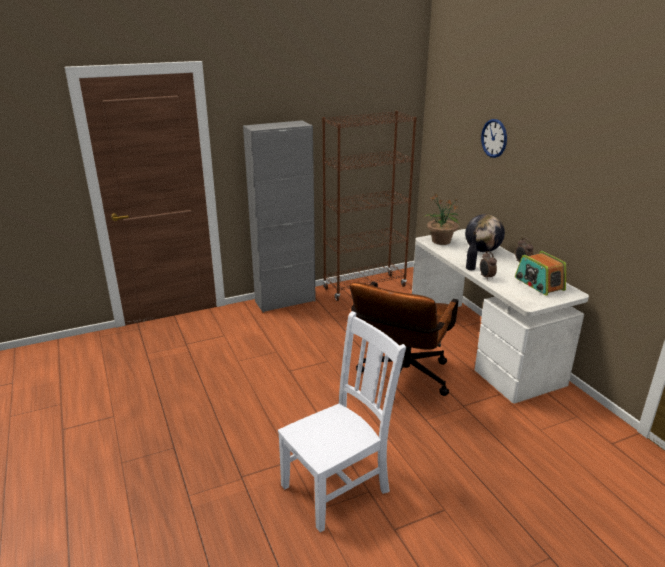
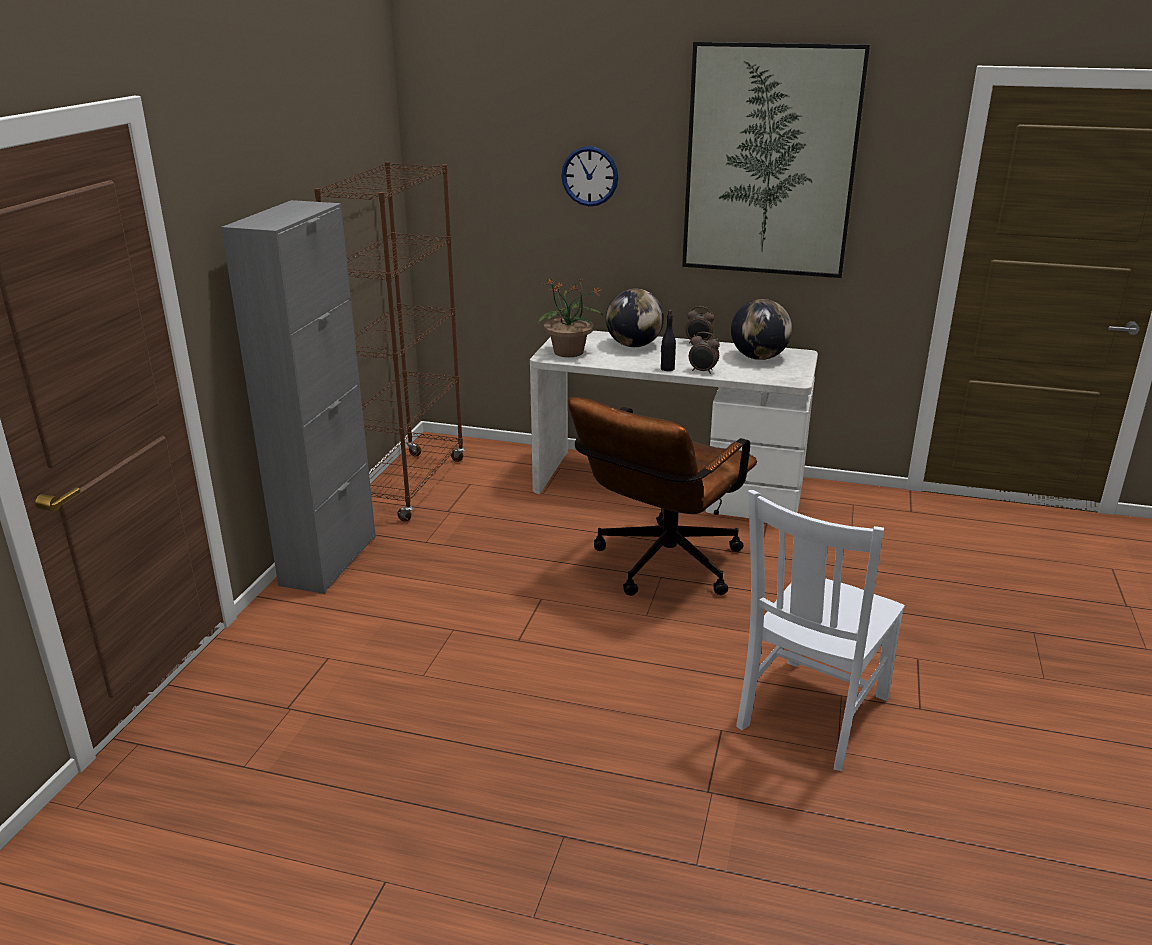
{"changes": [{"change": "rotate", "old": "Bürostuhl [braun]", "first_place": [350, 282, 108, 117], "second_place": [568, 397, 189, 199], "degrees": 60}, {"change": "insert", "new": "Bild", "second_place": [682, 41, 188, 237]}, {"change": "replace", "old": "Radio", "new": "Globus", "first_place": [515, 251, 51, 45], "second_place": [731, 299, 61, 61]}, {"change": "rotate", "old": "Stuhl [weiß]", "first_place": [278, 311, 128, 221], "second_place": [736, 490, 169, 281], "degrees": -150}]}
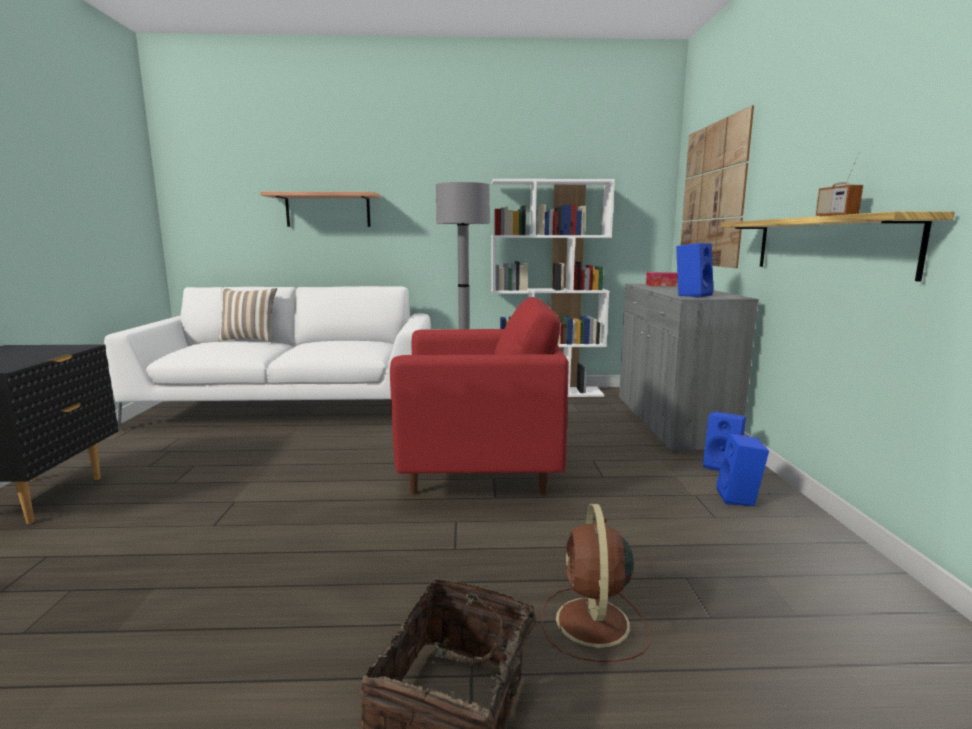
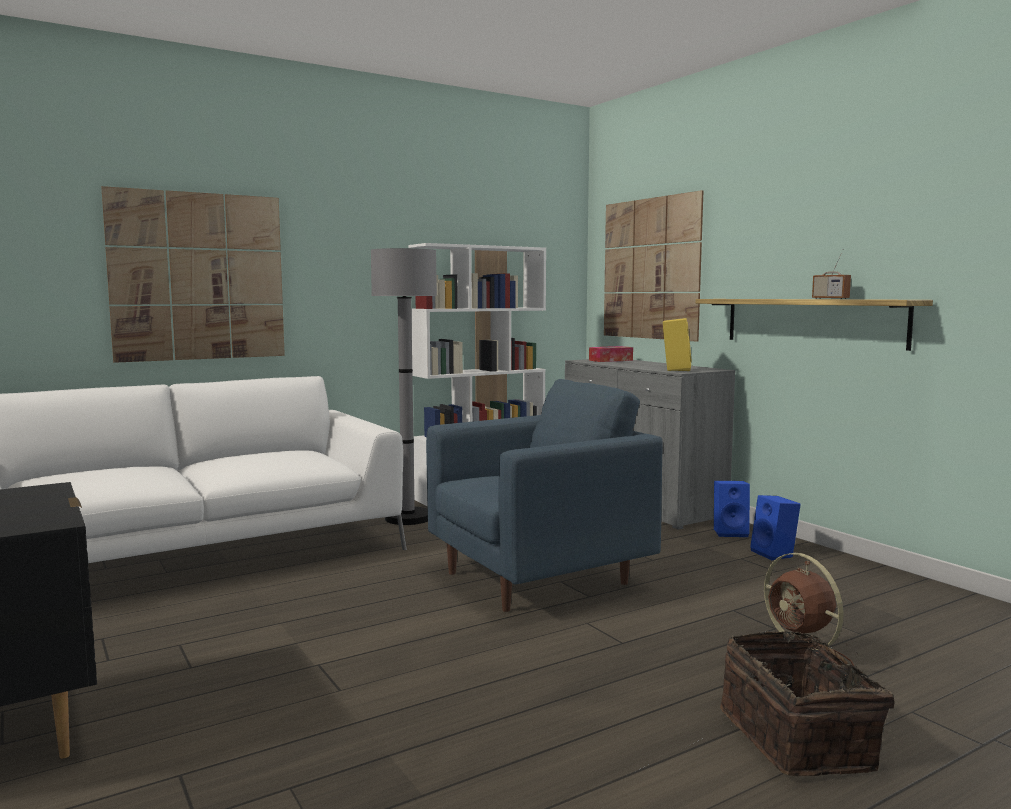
{"changes": [{"change": "replace", "old": "Wandregal", "new": "Bild", "first_place": [260, 192, 121, 35], "second_place": [101, 186, 184, 177]}, {"change": "recolor", "old": "Sessel [rot]", "new": "Sessel [blau]", "first_place": [390, 297, 179, 198], "second_place": [426, 379, 237, 233]}, {"change": "recolor", "old": "Lautsprecher [blau]", "new": "Lautsprecher [gelb]", "first_place": [676, 243, 37, 55], "second_place": [662, 318, 29, 53]}, {"change": "delete", "old": "Kissen", "first_place": [218, 288, 59, 54]}]}
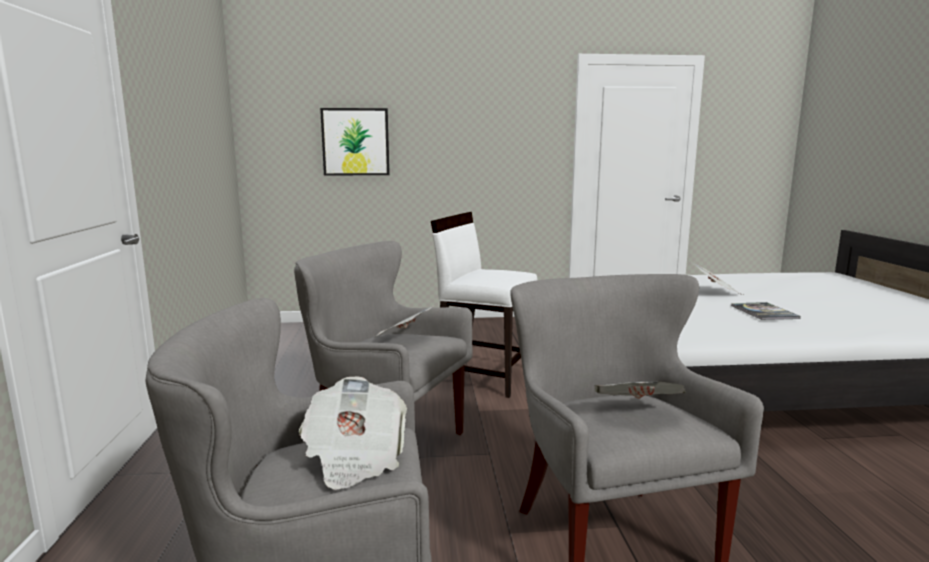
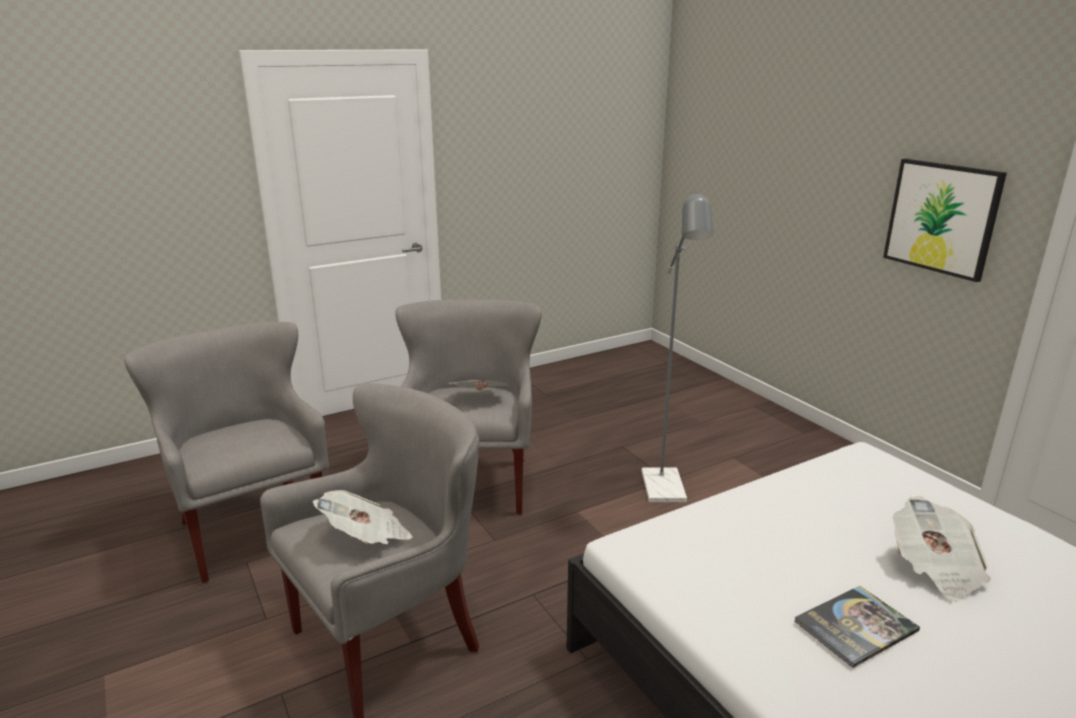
{"changes": [{"change": "replace", "old": "Stuhl [weiß]", "new": "Stehlampe [grau]", "first_place": [431, 212, 107, 186], "second_place": [641, 190, 72, 312]}, {"change": "move", "old": "Bild", "first_place": [320, 108, 70, 67], "second_place": [883, 159, 124, 123]}, {"change": "delete", "old": "Zeitung", "first_place": [299, 376, 108, 114]}]}
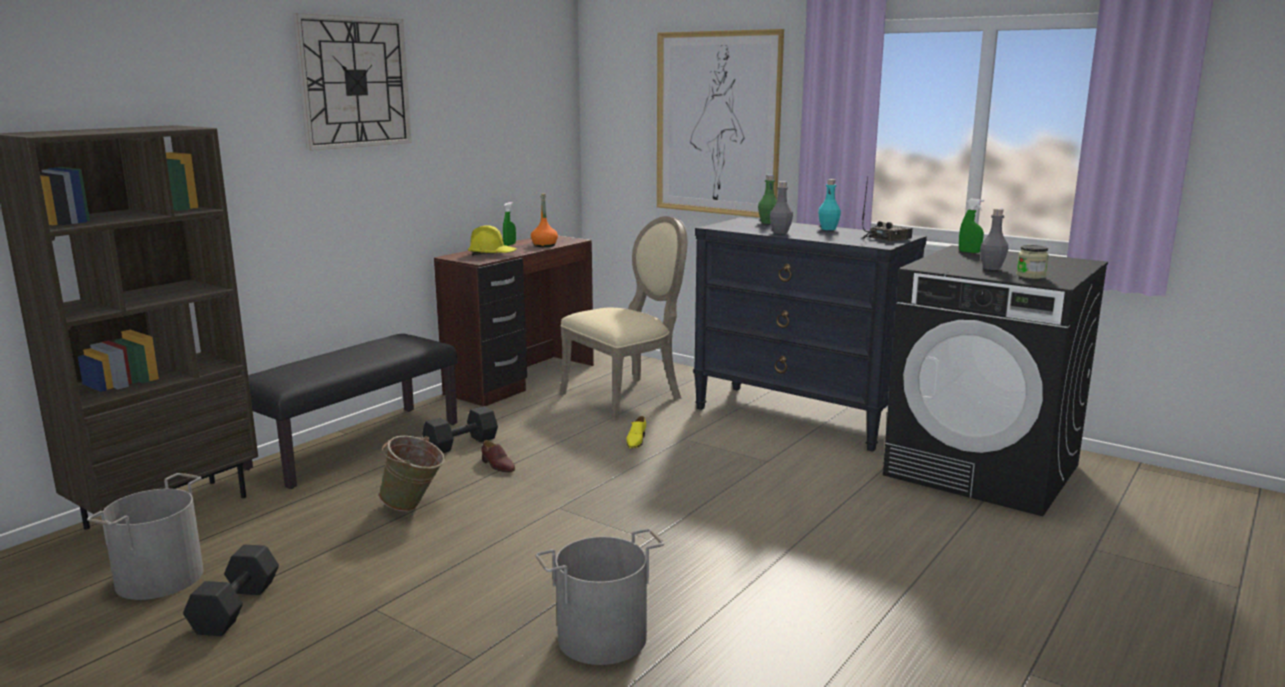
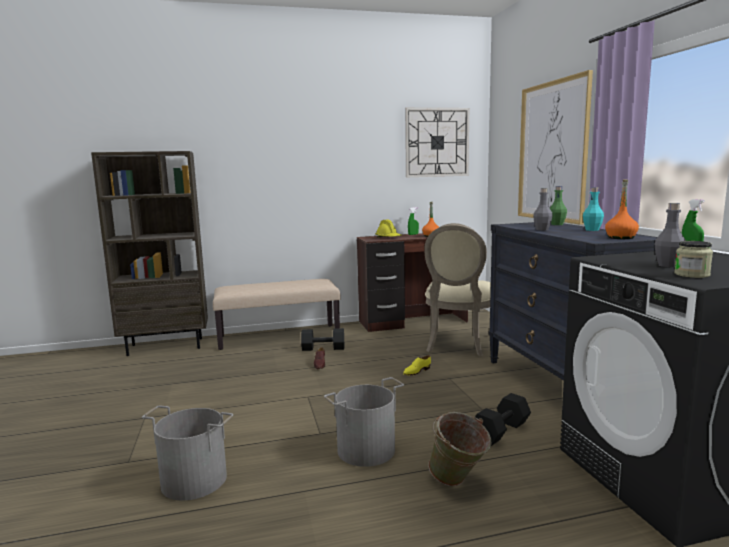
{"changes": [{"change": "recolor", "old": "Bank [schwarz]", "new": "Bank [beige]", "first_place": [243, 333, 214, 156], "second_place": [213, 279, 128, 71]}, {"change": "move", "old": "Eimer [grau]", "first_place": [87, 473, 116, 127], "second_place": [324, 377, 80, 90]}, {"change": "move", "old": "Wanduhr", "first_place": [293, 13, 119, 138], "second_place": [405, 108, 64, 69]}, {"change": "rotate", "old": "Stuhl [beige]", "first_place": [560, 216, 127, 205], "second_place": [424, 223, 67, 133], "degrees": 105}, {"change": "move", "old": "Eimer [grün]", "first_place": [379, 436, 66, 75], "second_place": [428, 412, 64, 74]}, {"change": "move", "old": "Hantel [schwarz]", "first_place": [183, 545, 96, 91], "second_place": [475, 393, 56, 53]}, {"change": "replace", "old": "Radio", "new": "Flasche [orange]", "first_place": [862, 177, 50, 64], "second_place": [605, 179, 34, 60]}]}
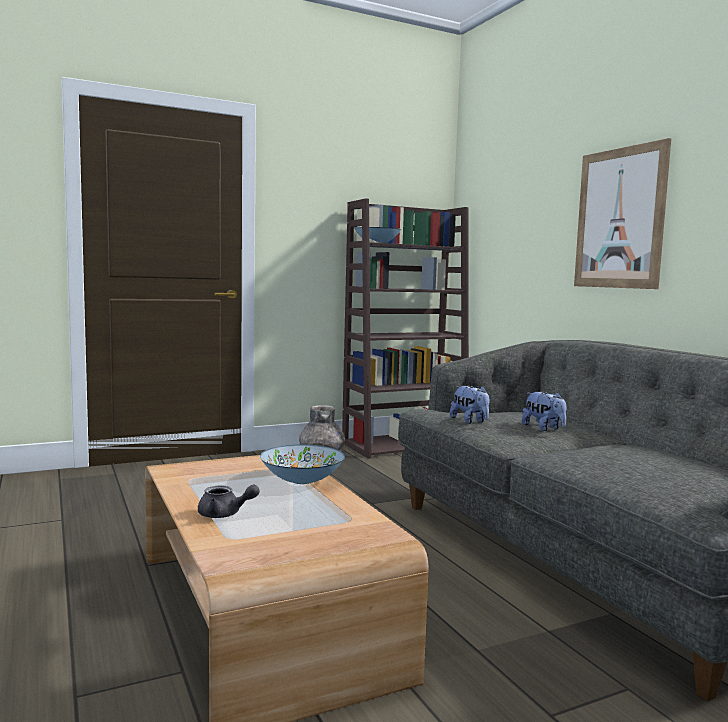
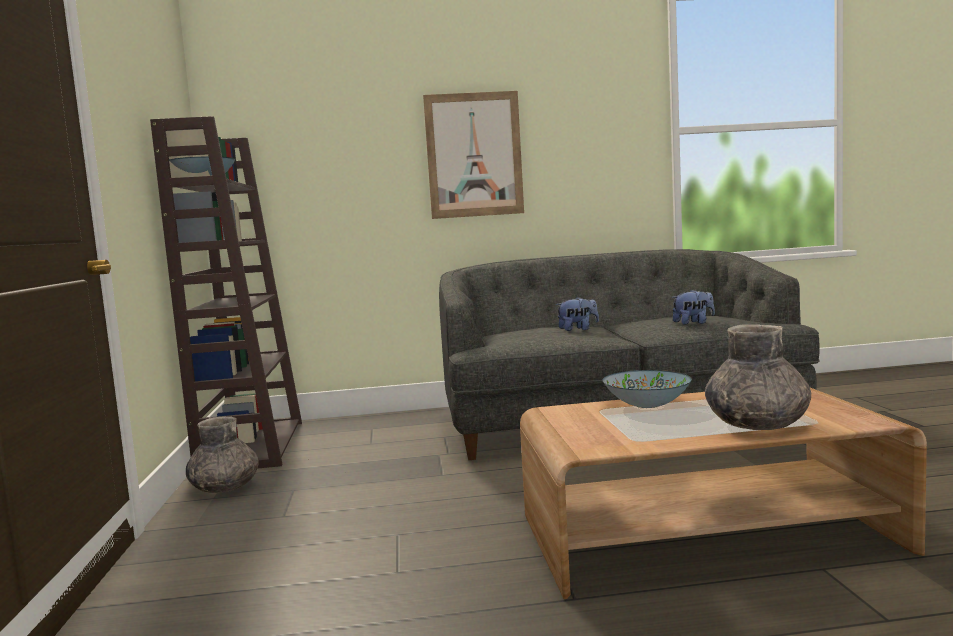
{"changes": [{"change": "move", "old": "Plüschtier", "first_place": [450, 385, 40, 39], "second_place": [672, 289, 43, 36]}, {"change": "replace", "old": "Teekanne [grau]", "new": "Vase [grau]", "first_place": [198, 485, 62, 33], "second_place": [705, 324, 106, 106]}]}
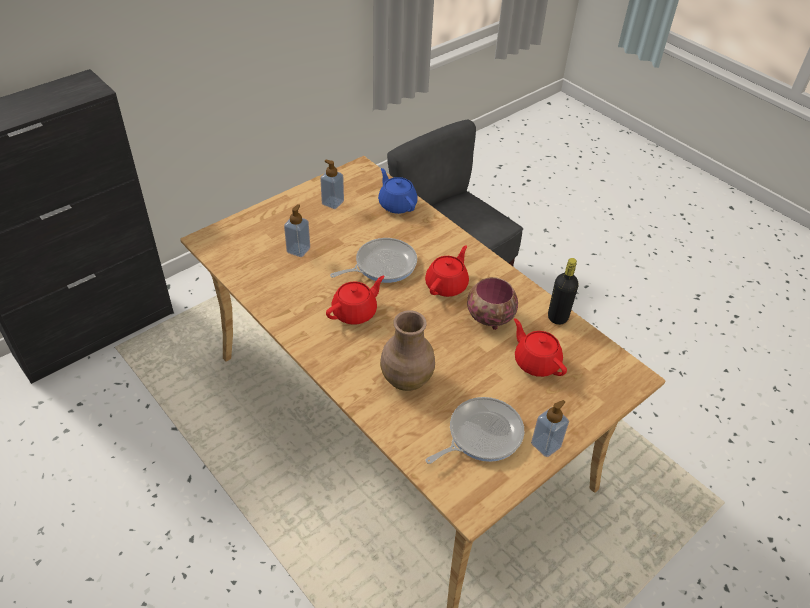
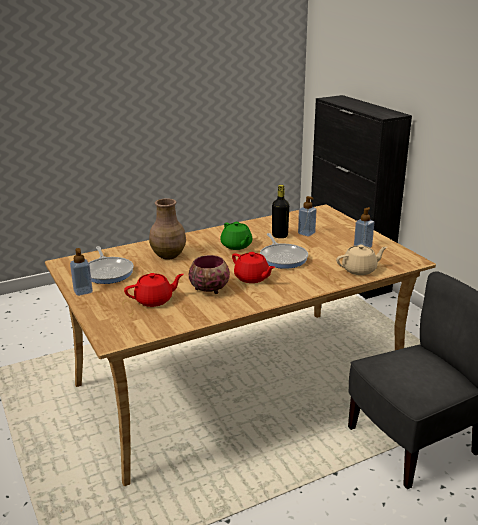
{"changes": [{"change": "recolor", "old": "Teekanne [rot]", "new": "Teekanne [grün]", "first_place": [326, 276, 59, 49], "second_place": [220, 222, 32, 28]}, {"change": "move", "old": "Flasche [schwarz]", "first_place": [548, 258, 31, 67], "second_place": [272, 185, 17, 53]}, {"change": "recolor", "old": "Teekanne [blau]", "new": "Teekanne [beige]", "first_place": [378, 168, 40, 46], "second_place": [336, 245, 51, 30]}]}
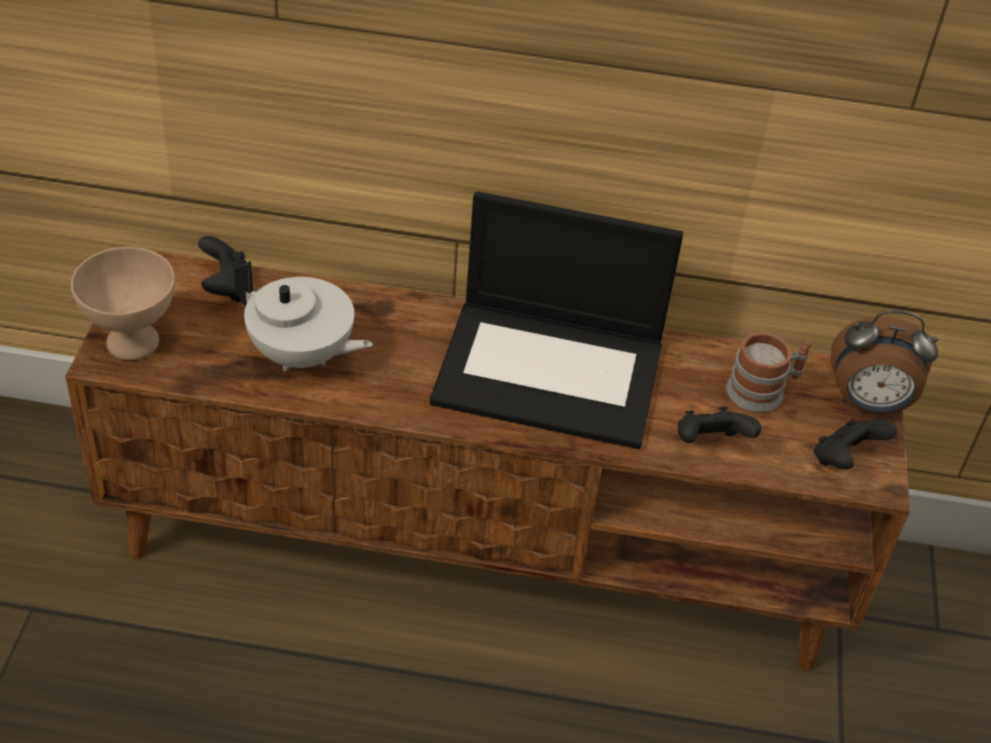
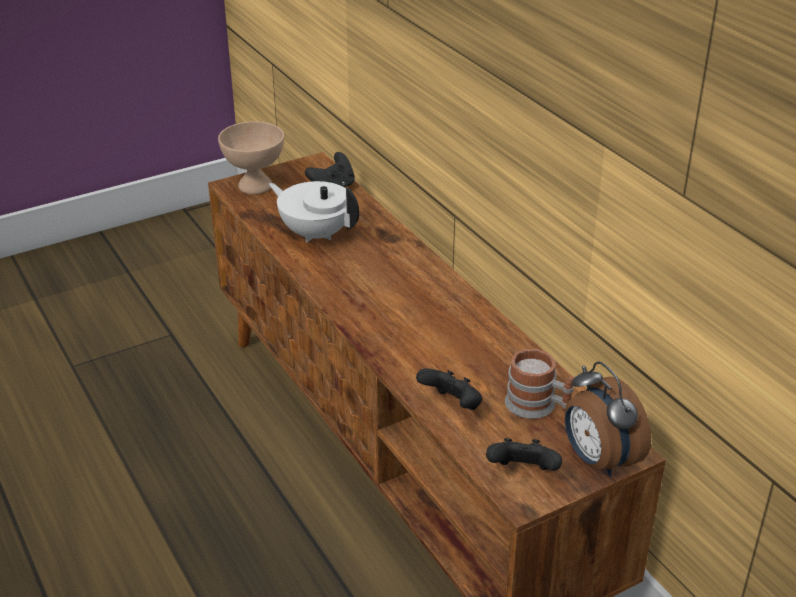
{"changes": [{"change": "rotate", "old": "Teekanne [weiß]", "first_place": [235, 261, 138, 110], "second_place": [269, 181, 90, 61], "degrees": 135}, {"change": "delete", "old": "Laptop", "first_place": [430, 191, 253, 258]}]}
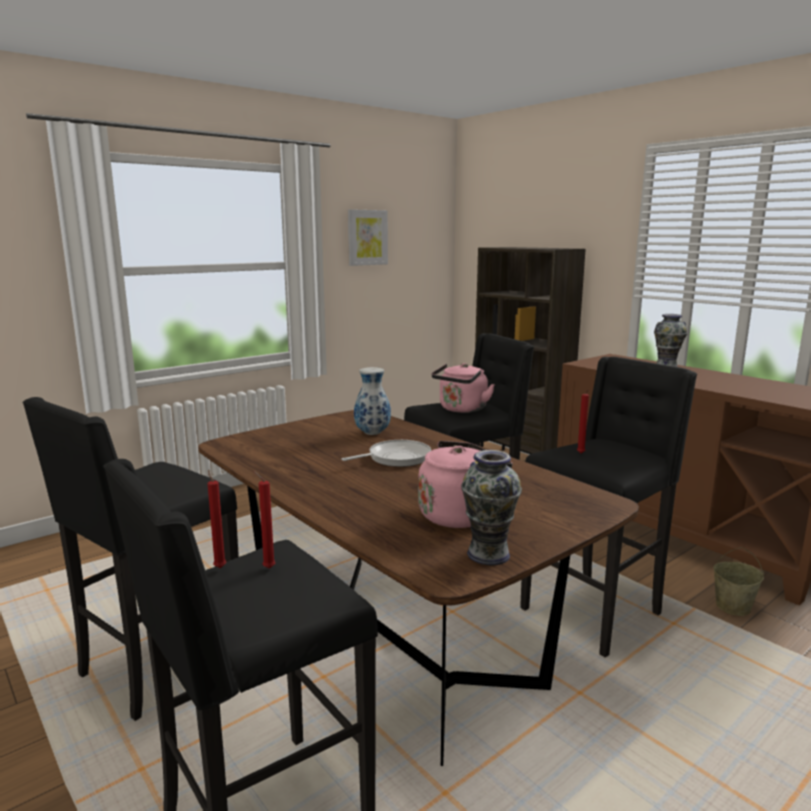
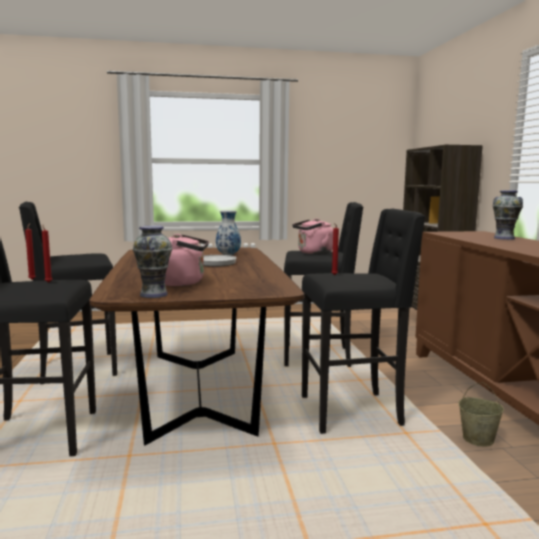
{"changes": [{"change": "delete", "old": "Bild", "first_place": [348, 209, 40, 57]}]}
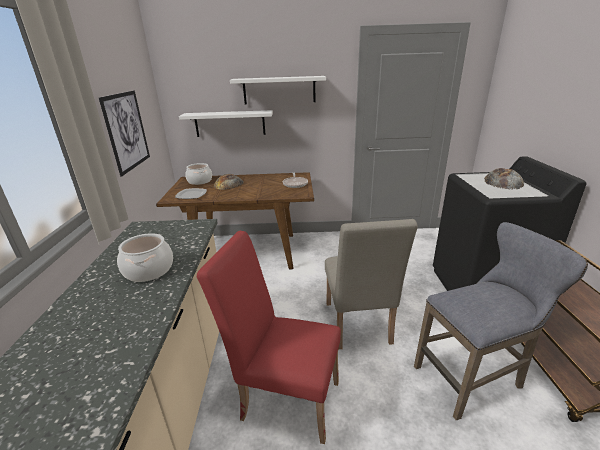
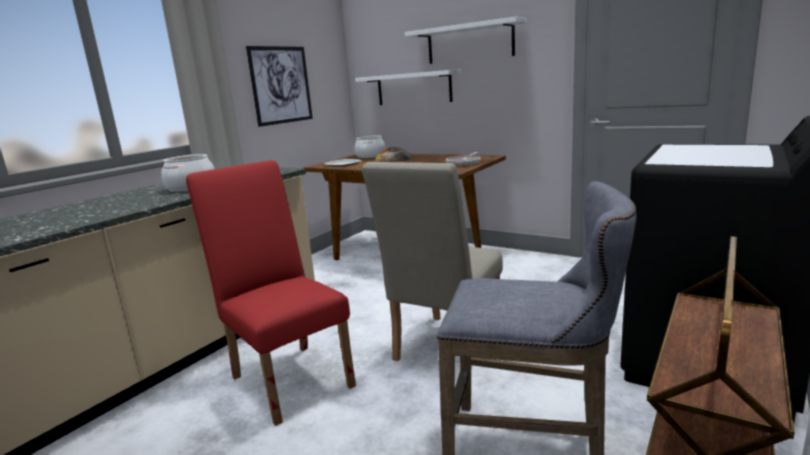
{"changes": [{"change": "delete", "old": "Brot", "first_place": [484, 168, 40, 21]}]}
